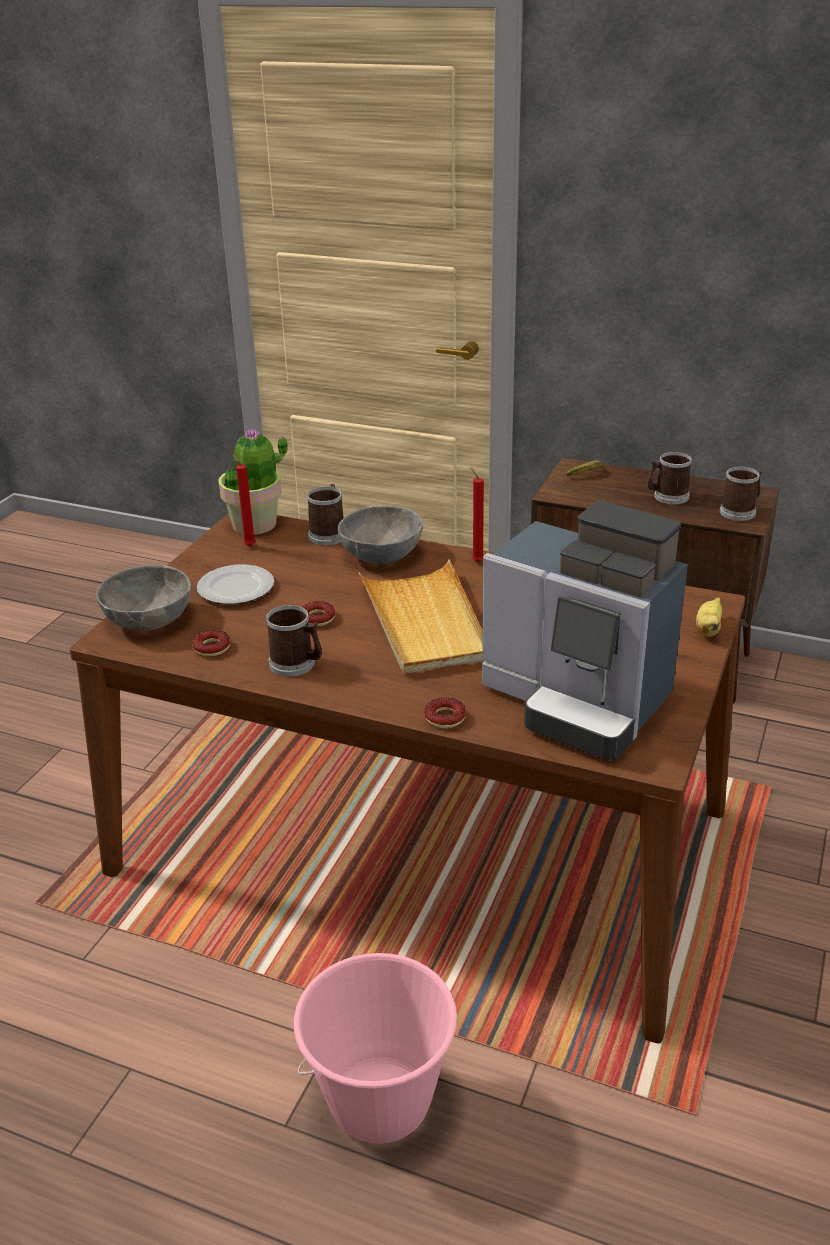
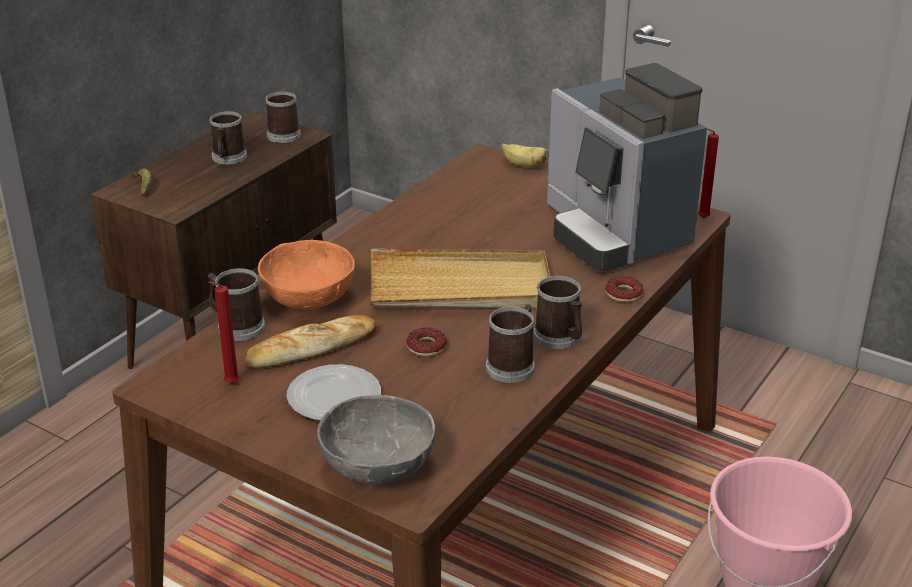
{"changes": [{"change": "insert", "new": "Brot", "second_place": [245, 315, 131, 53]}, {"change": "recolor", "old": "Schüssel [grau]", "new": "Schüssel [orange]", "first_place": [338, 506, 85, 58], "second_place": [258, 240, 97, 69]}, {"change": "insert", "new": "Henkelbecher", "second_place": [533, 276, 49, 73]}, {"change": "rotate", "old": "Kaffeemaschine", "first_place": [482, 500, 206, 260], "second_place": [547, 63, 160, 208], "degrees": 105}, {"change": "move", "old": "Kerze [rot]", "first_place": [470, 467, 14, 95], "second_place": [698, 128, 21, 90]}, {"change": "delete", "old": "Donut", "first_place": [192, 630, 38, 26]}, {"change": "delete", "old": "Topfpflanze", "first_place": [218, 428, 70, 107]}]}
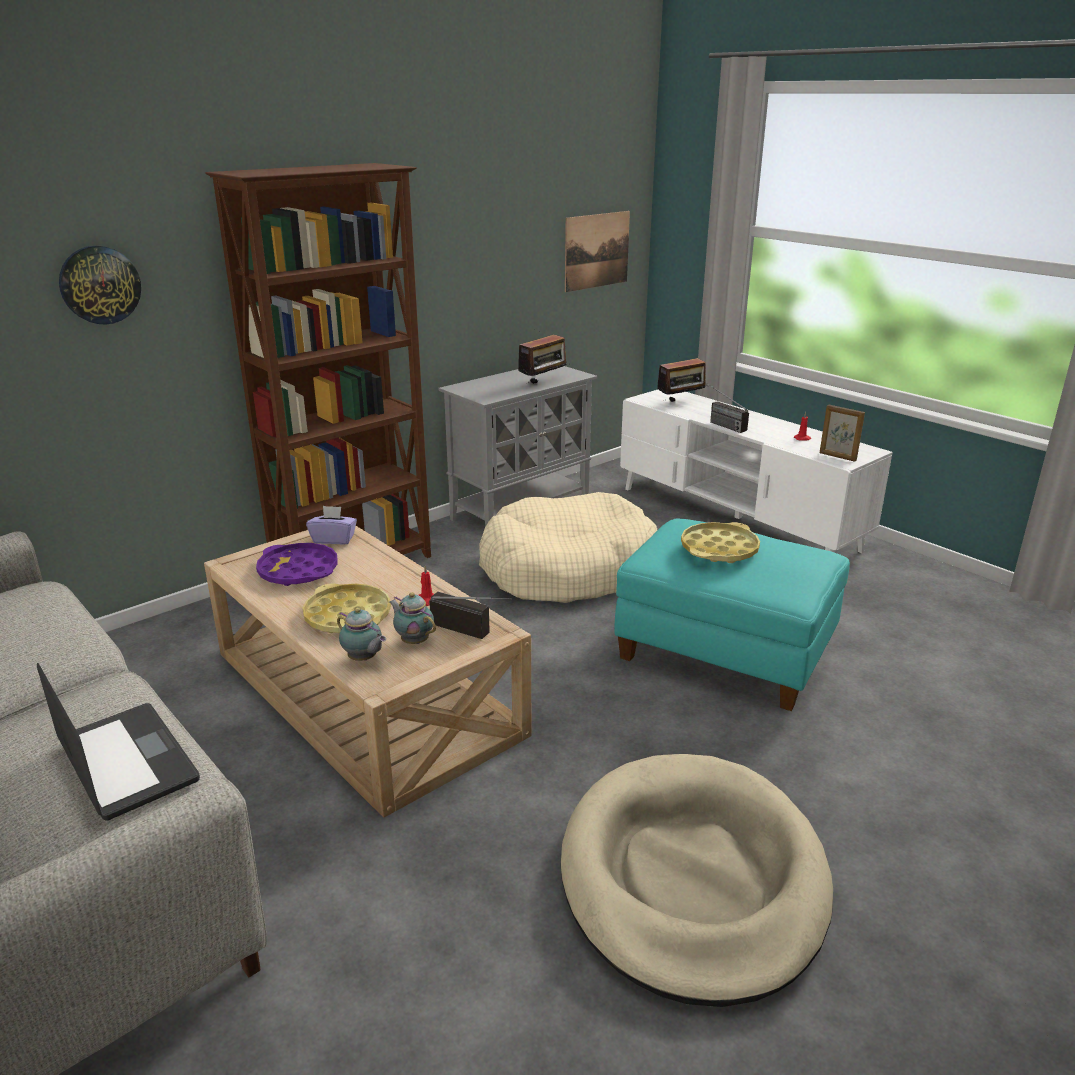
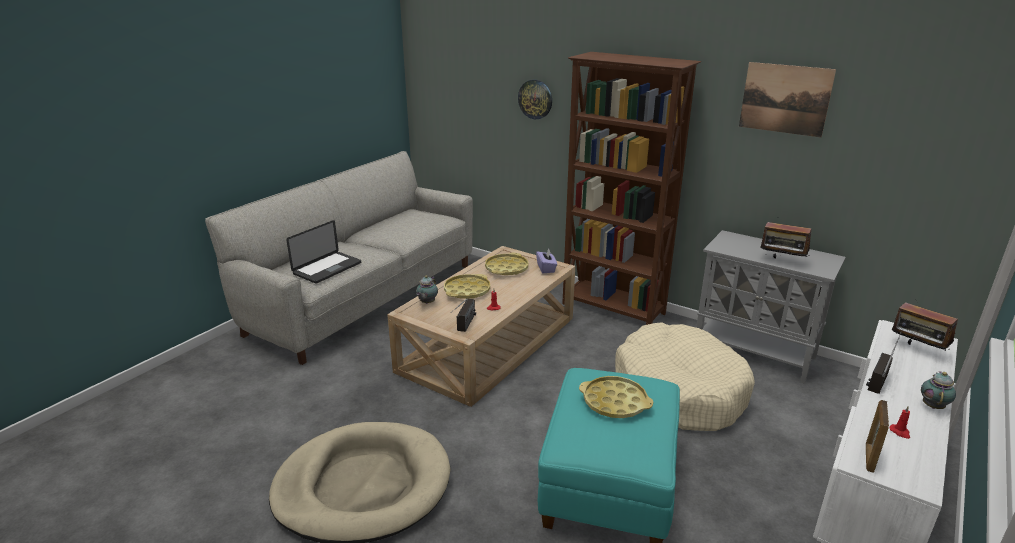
{"changes": [{"change": "recolor", "old": "Tablett [lila]", "new": "Tablett [gelb]", "first_place": [256, 543, 81, 43], "second_place": [485, 253, 43, 22]}, {"change": "move", "old": "Bild", "first_place": [565, 211, 65, 81], "second_place": [739, 62, 97, 75]}, {"change": "move", "old": "Teekanne", "first_place": [390, 592, 46, 52], "second_place": [921, 371, 35, 38]}]}
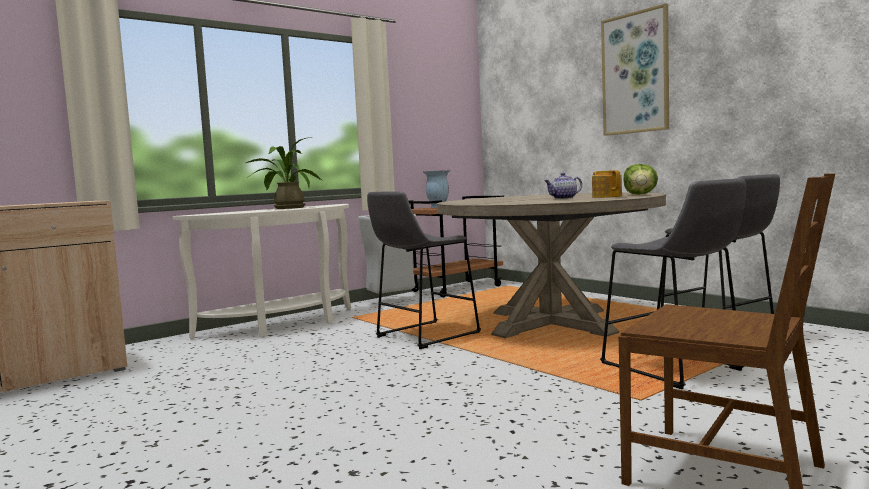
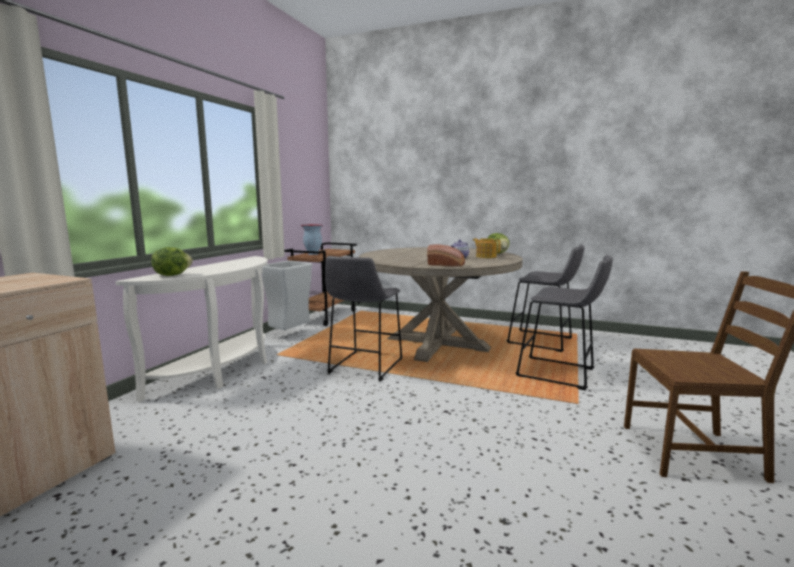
{"changes": [{"change": "insert", "new": "Salatkopf", "second_place": [151, 247, 42, 29]}, {"change": "insert", "new": "Brot", "second_place": [427, 244, 38, 23]}, {"change": "delete", "old": "Topfpflanze", "first_place": [246, 137, 78, 72]}, {"change": "delete", "old": "Bild", "first_place": [601, 3, 68, 133]}]}
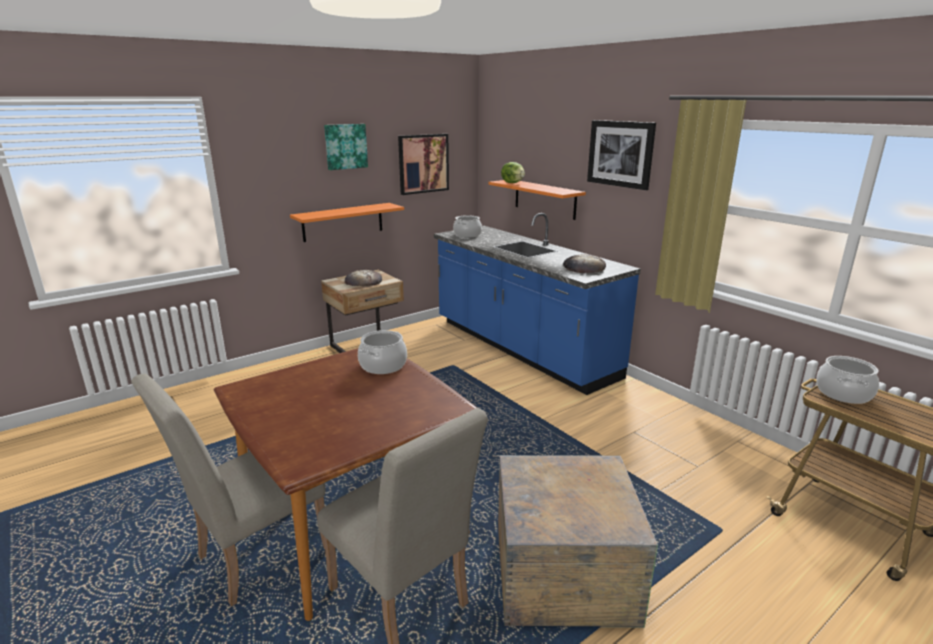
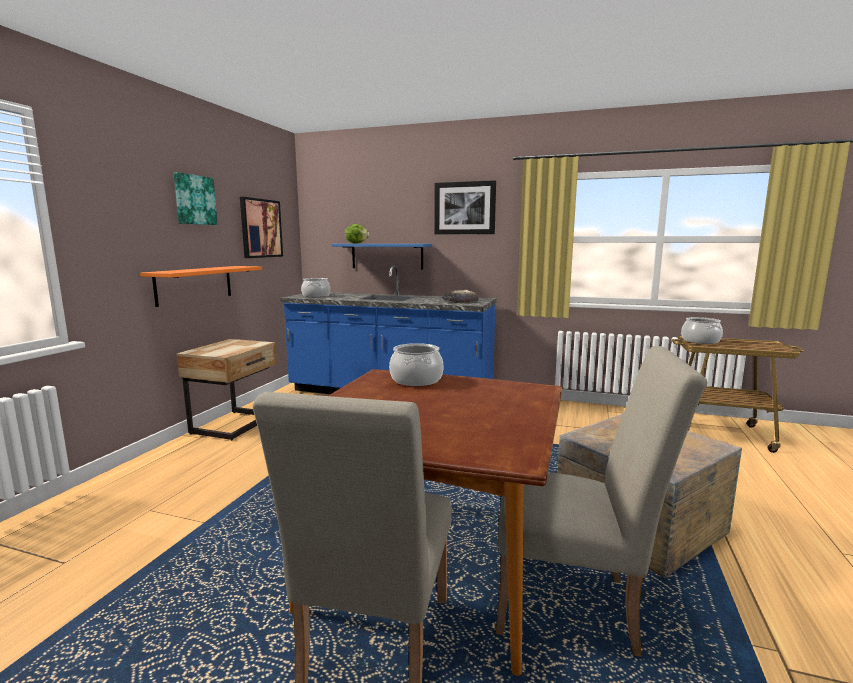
{"changes": [{"change": "recolor", "old": "Wandregal [orange]", "new": "Wandregal [blau]", "first_place": [489, 180, 97, 40], "second_place": [331, 244, 101, 26]}, {"change": "delete", "old": "Brot", "first_place": [345, 270, 37, 17]}]}
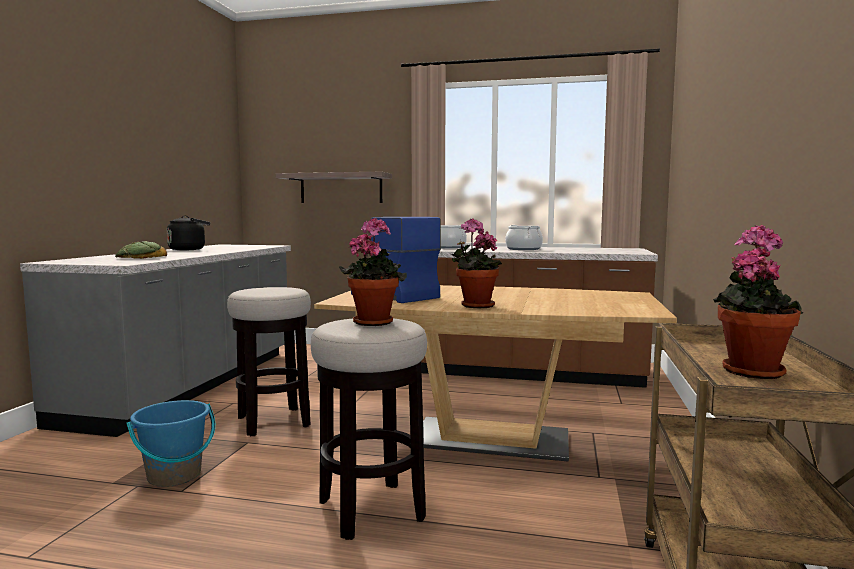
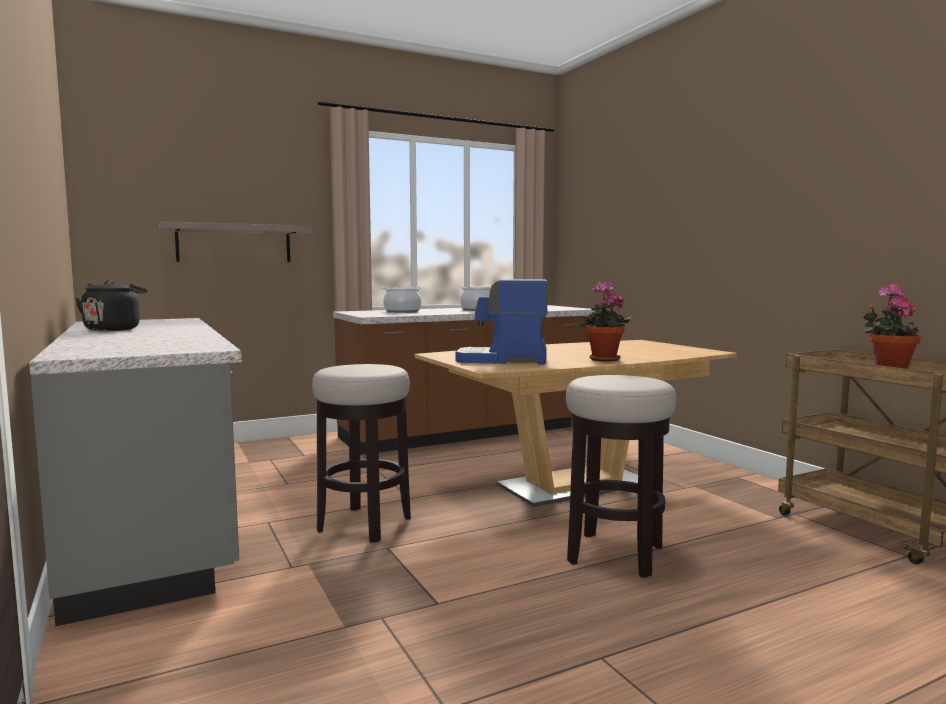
{"changes": [{"change": "delete", "old": "Brot", "first_place": [115, 241, 52, 18]}, {"change": "delete", "old": "Eimer [blau]", "first_place": [127, 400, 88, 87]}, {"change": "delete", "old": "Topfpflanze", "first_place": [339, 217, 68, 109]}]}
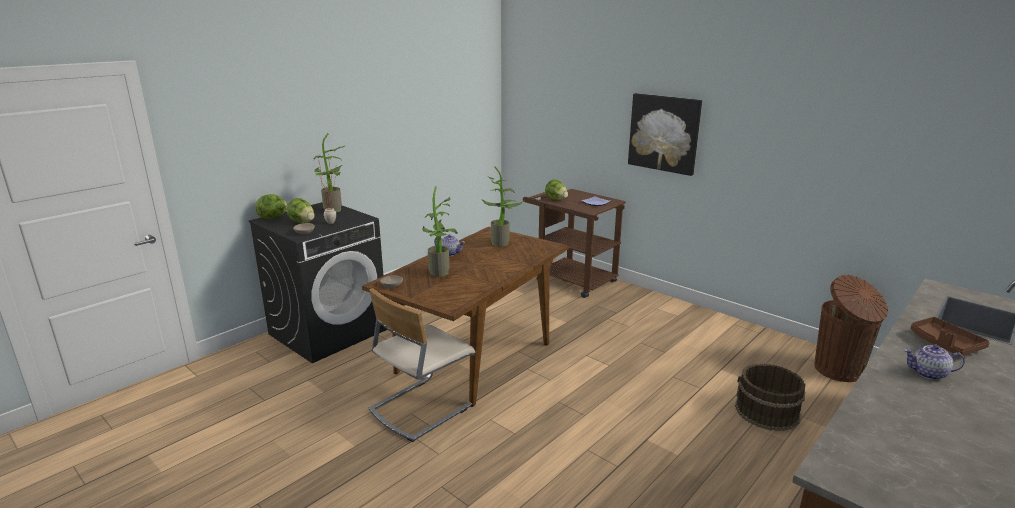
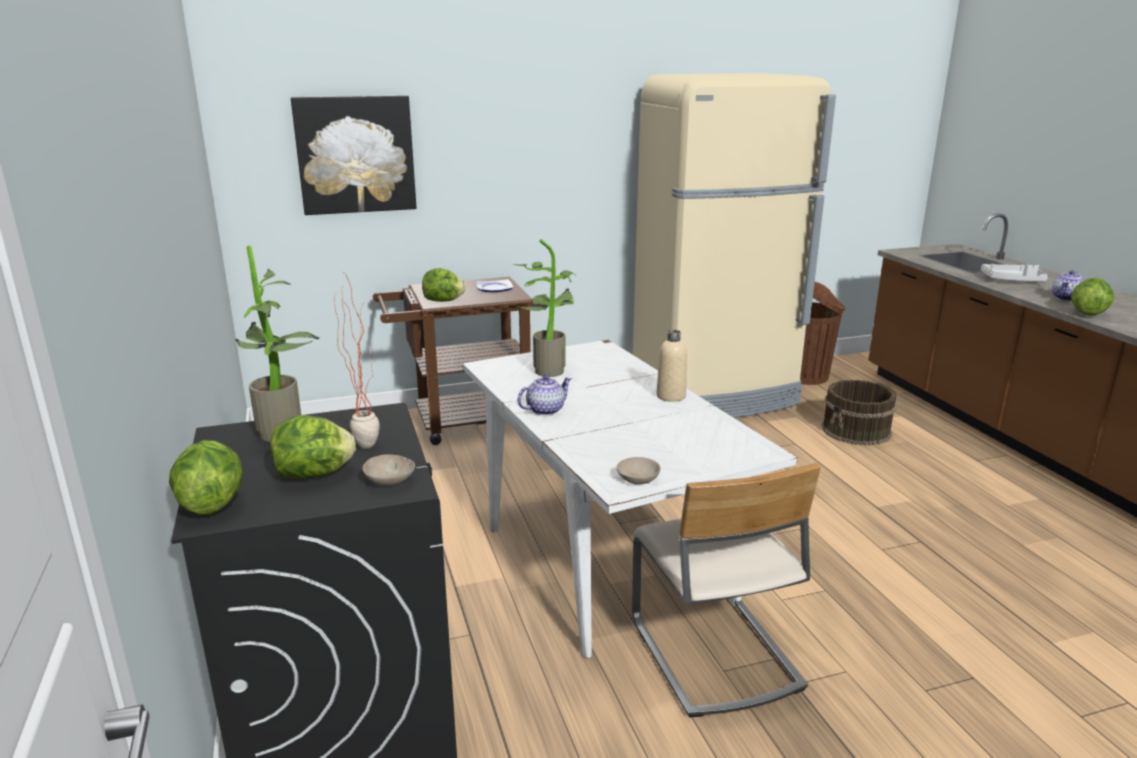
{"changes": [{"change": "move", "old": "Bild", "first_place": [628, 93, 74, 83], "second_place": [291, 95, 125, 120]}, {"change": "recolor", "old": "Esstisch [braun]", "new": "Esstisch [weiß]", "first_place": [362, 227, 207, 180], "second_place": [462, 340, 335, 318]}, {"change": "insert", "new": "Kühlschrank [beige]", "second_place": [633, 73, 203, 345]}, {"change": "insert", "new": "Flasche [beige]", "second_place": [656, 330, 31, 72]}, {"change": "recolor", "old": "Tablett [braun]", "new": "Tablett [grau]", "first_place": [911, 317, 79, 39], "second_place": [981, 264, 67, 18]}, {"change": "insert", "new": "Salatkopf", "second_place": [1071, 277, 43, 39]}, {"change": "delete", "old": "Topfpflanze", "first_place": [422, 186, 36, 91]}]}
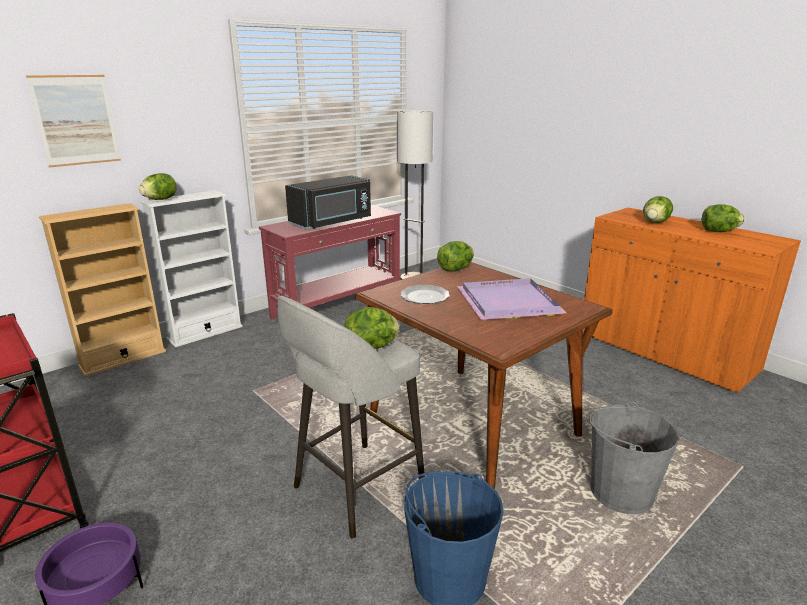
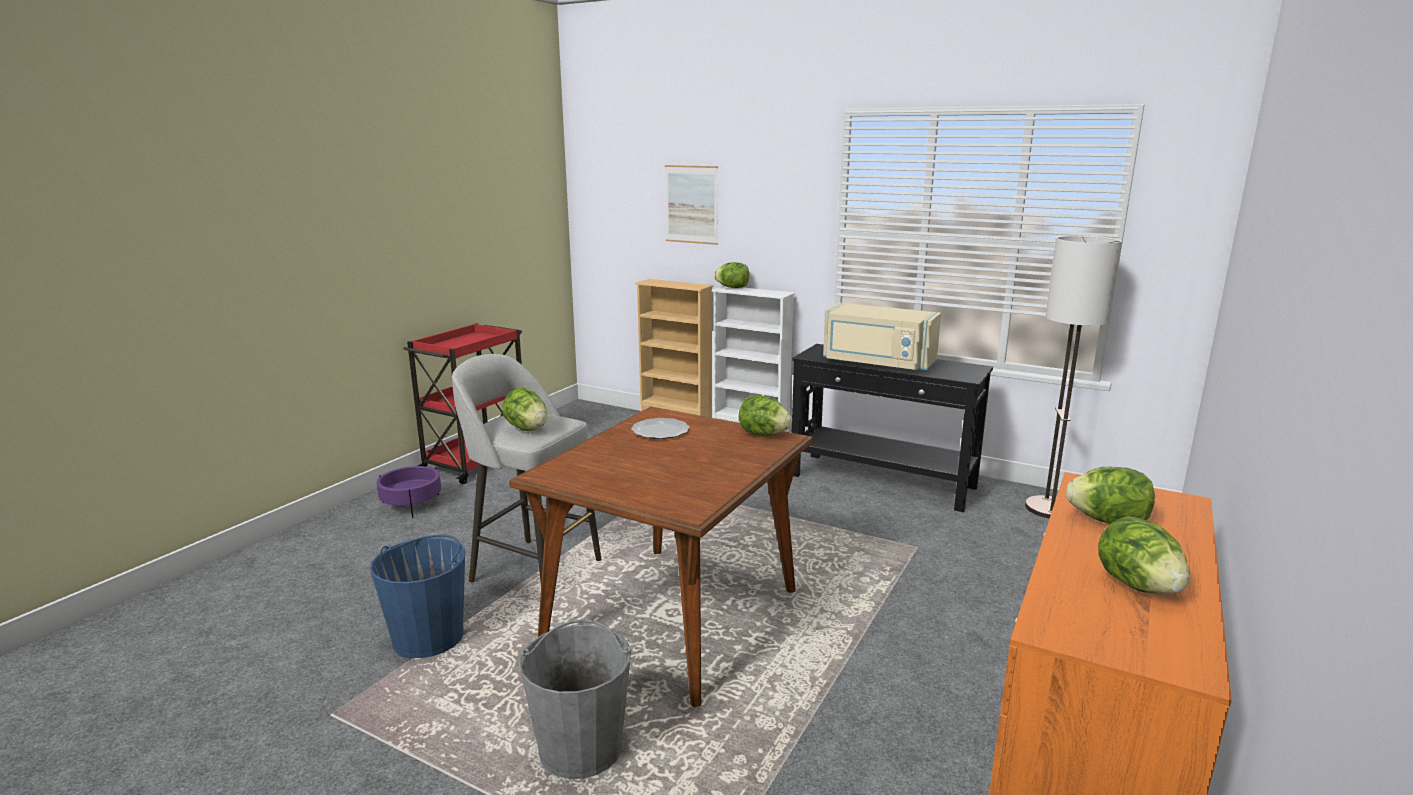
{"changes": [{"change": "recolor", "old": "Konsolentisch [rot]", "new": "Konsolentisch [schwarz]", "first_place": [259, 205, 142, 115], "second_place": [791, 344, 202, 168]}, {"change": "recolor", "old": "Mikrowelle [schwarz]", "new": "Mikrowelle [beige]", "first_place": [285, 175, 86, 54], "second_place": [823, 303, 118, 69]}, {"change": "delete", "old": "Tablett [lila]", "first_place": [457, 278, 110, 42]}]}
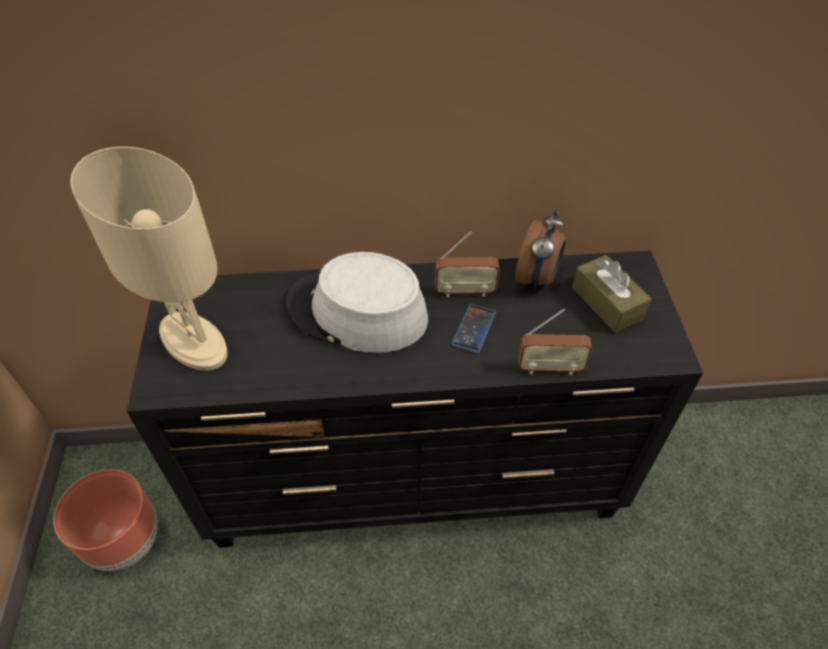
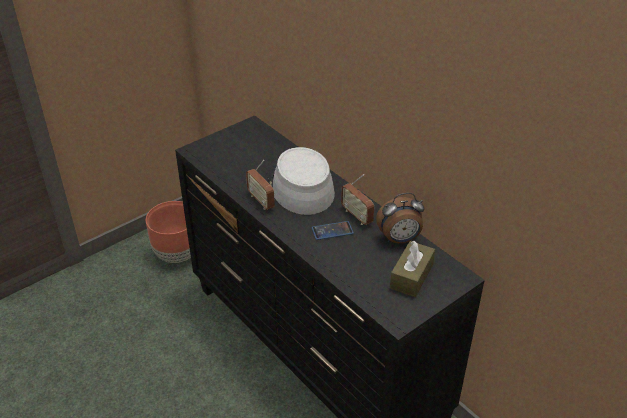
{"changes": [{"change": "move", "old": "Radio", "first_place": [518, 309, 74, 66], "second_place": [246, 160, 29, 50]}, {"change": "delete", "old": "Tischlampe [beige]", "first_place": [71, 147, 157, 224]}]}
